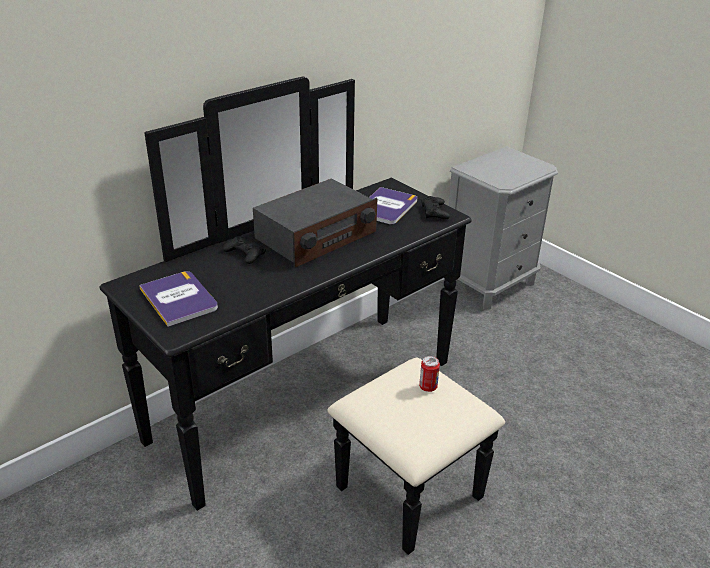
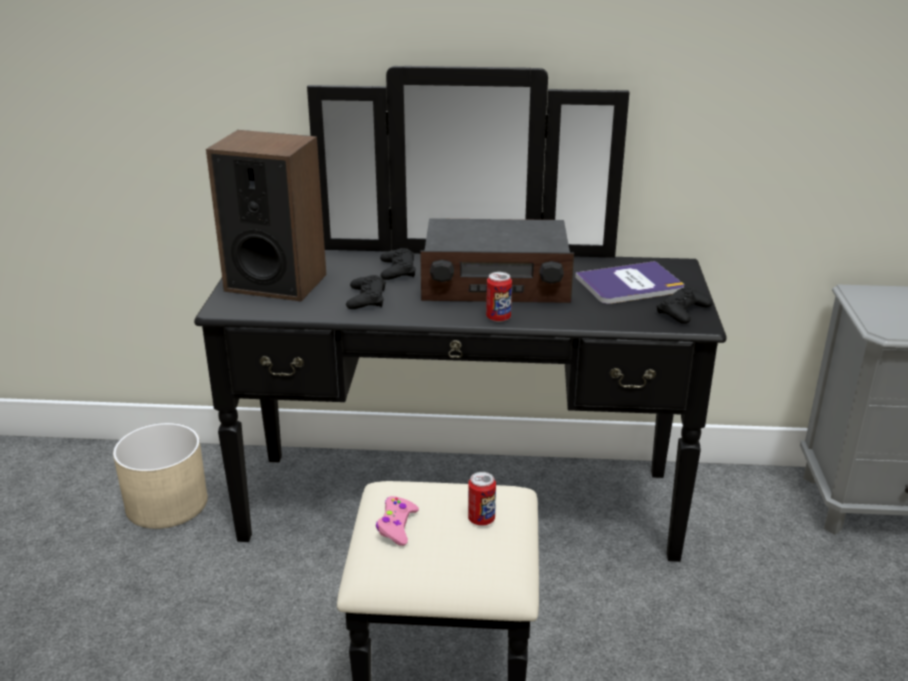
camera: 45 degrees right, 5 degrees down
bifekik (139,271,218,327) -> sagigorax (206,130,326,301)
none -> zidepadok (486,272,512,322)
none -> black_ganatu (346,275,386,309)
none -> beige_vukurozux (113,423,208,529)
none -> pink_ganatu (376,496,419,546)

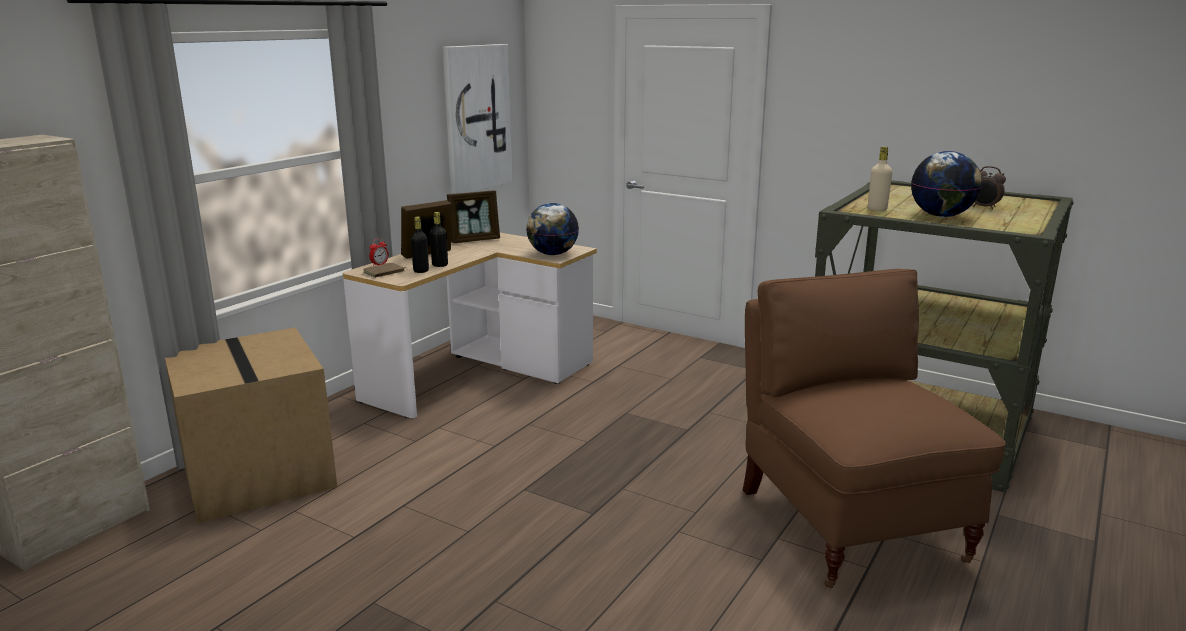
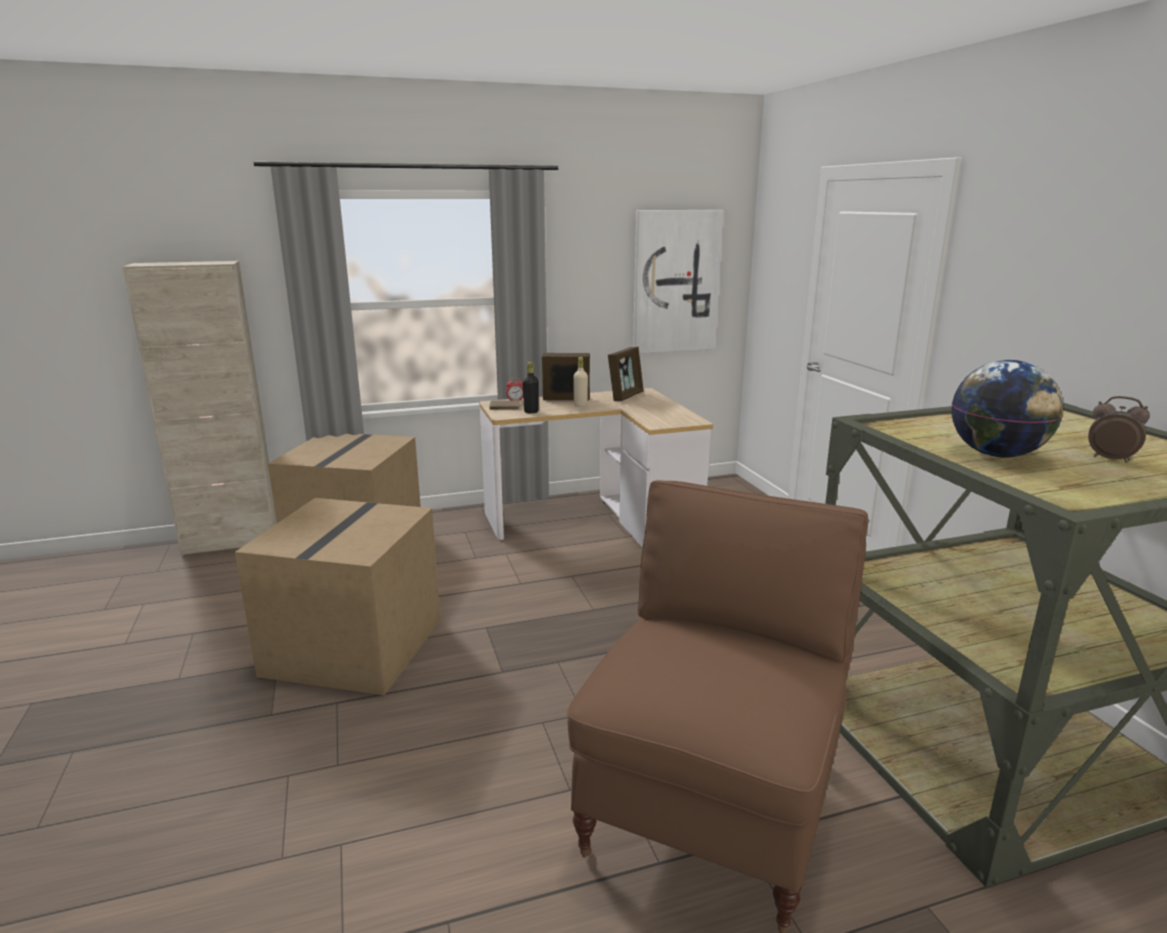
camera: 40 degrees right, 0 degrees up
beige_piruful (868,146,892,211) -> beige_piruful (573,357,588,407), relocated
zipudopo (974,166,1006,210) -> zipudopo (1088,396,1150,463), 135 degrees clockwise
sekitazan (447,190,500,243) -> sekitazan (608,347,644,401), 75 degrees counterclockwise
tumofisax (527,203,579,255) -> none
black_piruful (429,212,448,267) -> none
none -> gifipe (235,498,440,695)

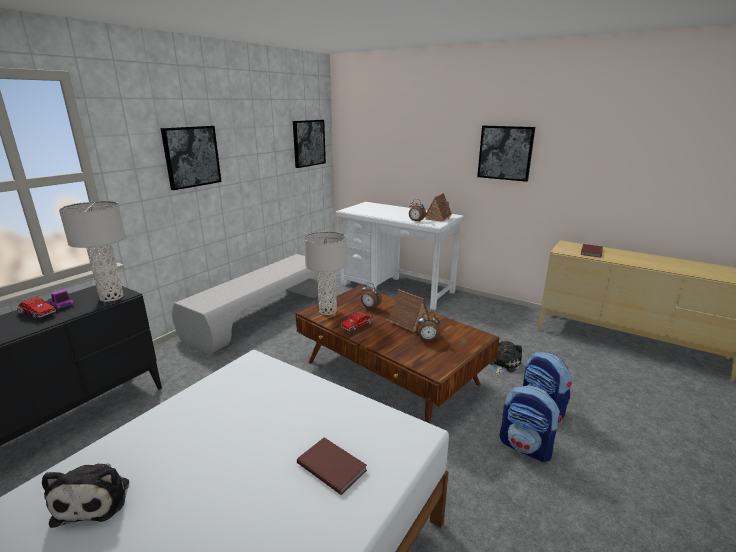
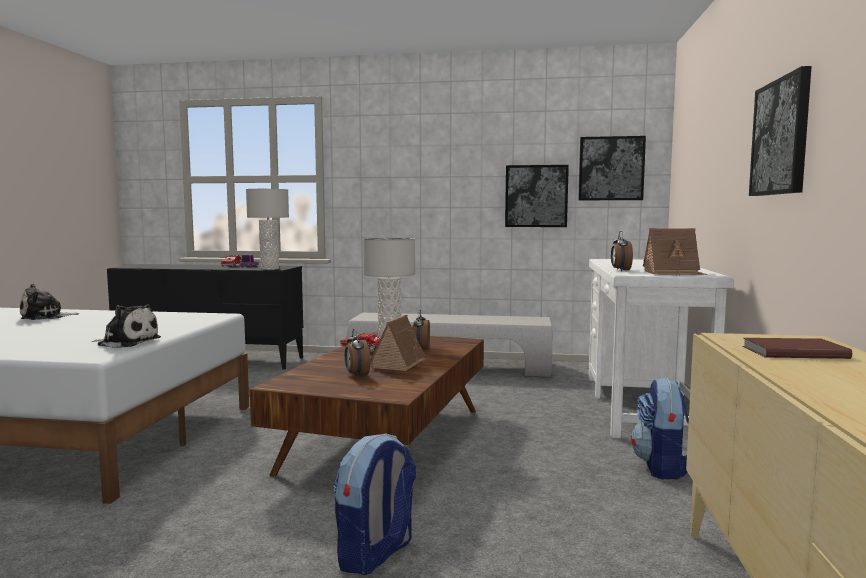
camera: 65 degrees right, 15 degrees down
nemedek (160,126,222,190) -> nemedek (505,165,569,227), relocated
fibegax (490,341,522,375) -> fibegax (92,305,161,348), relocated
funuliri (500,385,562,462) -> funuliri (631,377,689,479), relocated
brown_bifekik (297,437,367,495) -> none

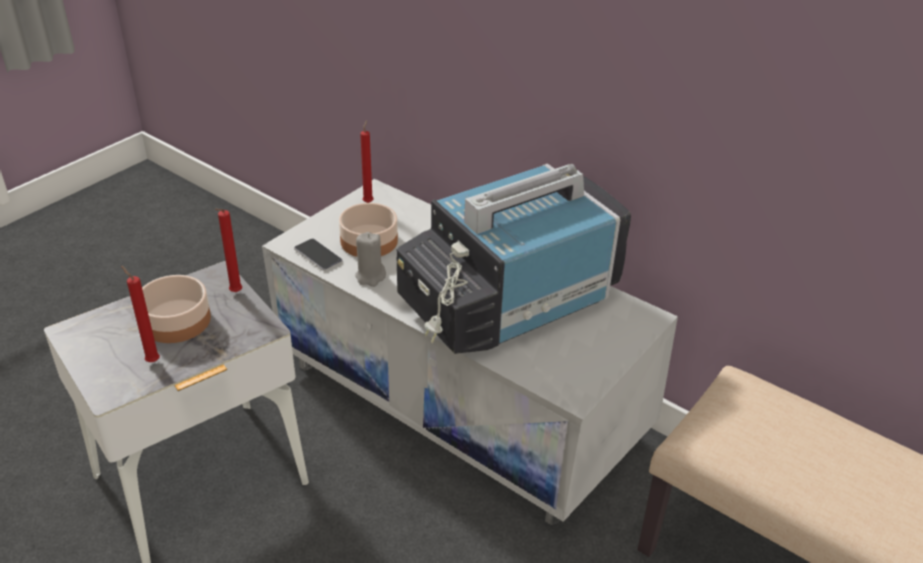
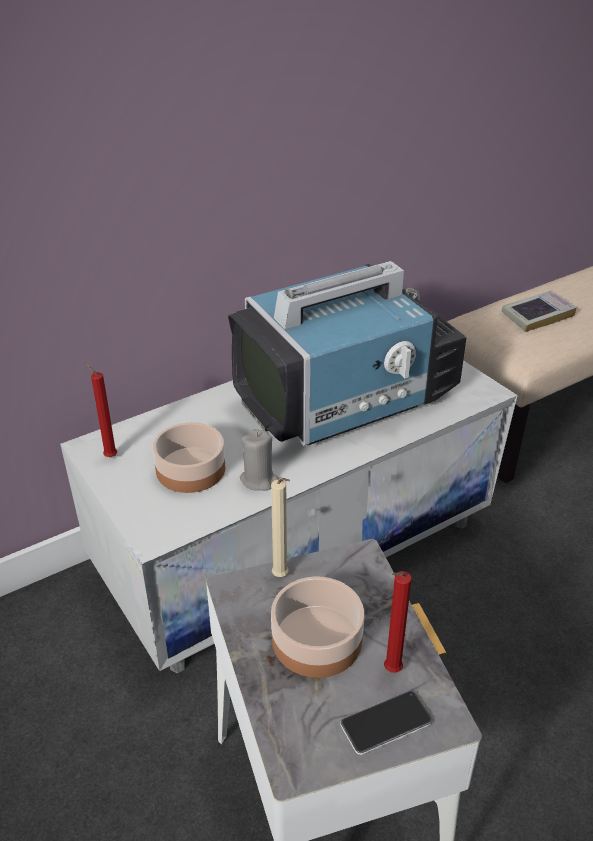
camera: 70 degrees left, 0 degrees up
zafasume (396,164,631,354) -> zafasume (228,261,466,446), 105 degrees counterclockwise
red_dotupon (214,209,242,292) -> beige_dotupon (271,478,290,577)
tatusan (294,239,343,271) -> tatusan (340,691,433,755), relocated
none -> bifekik (502,291,577,332)

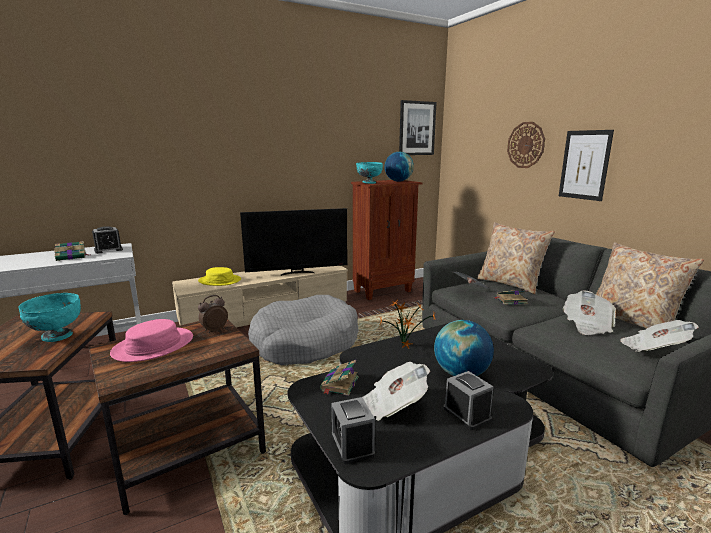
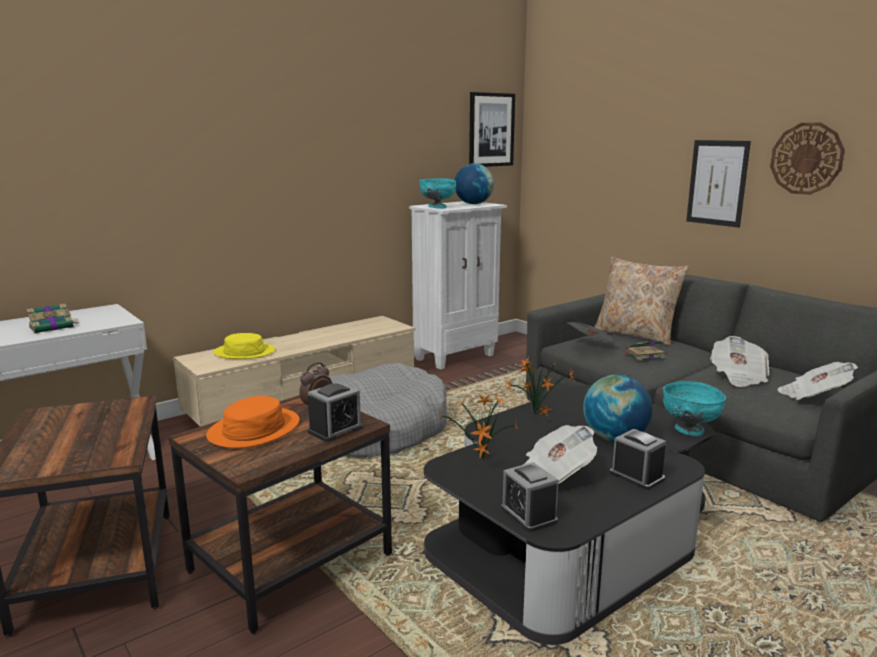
camera: 10 degrees left, 0 degrees up
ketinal (507,122,545,168) -> ketinal (770,123,845,195), relocated
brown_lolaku (351,180,423,300) -> white_lolaku (409,201,507,370)
zafasume (240,208,347,276) -> none
zipudopo (92,226,123,254) -> zipudopo (308,382,363,442), relocated
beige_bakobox (596,242,704,329) -> none
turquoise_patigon (19,293,81,342) -> turquoise_patigon (663,381,726,436), relocated
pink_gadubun (110,319,193,362) -> orange_gadubun (206,396,300,448)
bifekik (320,360,359,396) -> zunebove (439,394,518,459)

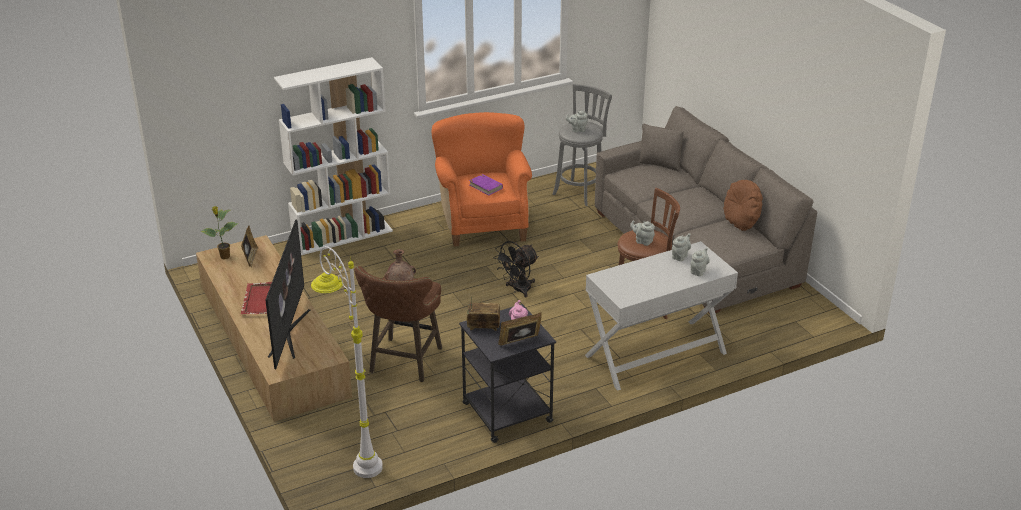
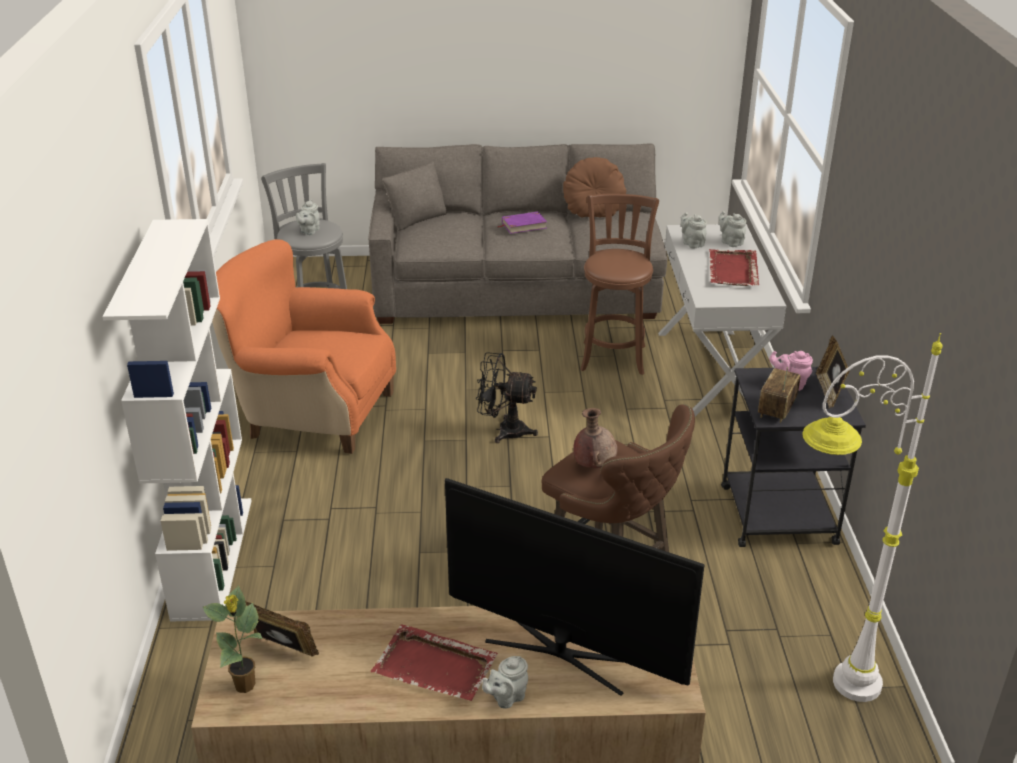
camera: 65 degrees left, 0 degrees up
purple_bifekik (469,174,503,195) -> purple_bifekik (497,212,547,234), relocated
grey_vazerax (630,220,655,246) -> grey_vazerax (482,656,528,709), relocated
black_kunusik (494,241,539,297) -> black_kunusik (476,352,538,443), 120 degrees clockwise
none -> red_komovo (709,249,759,286)

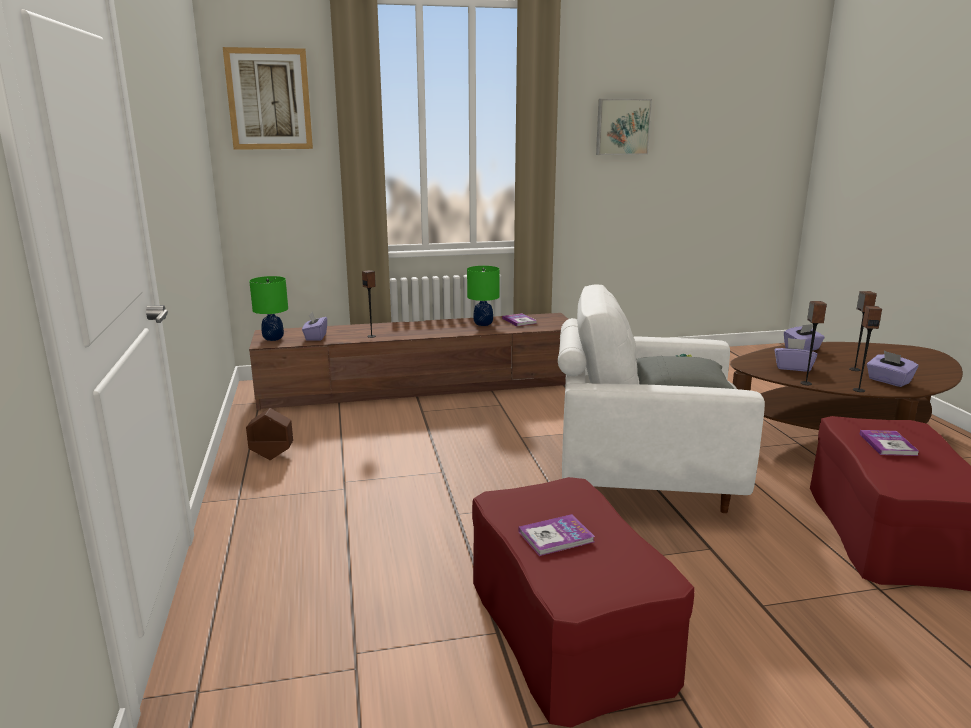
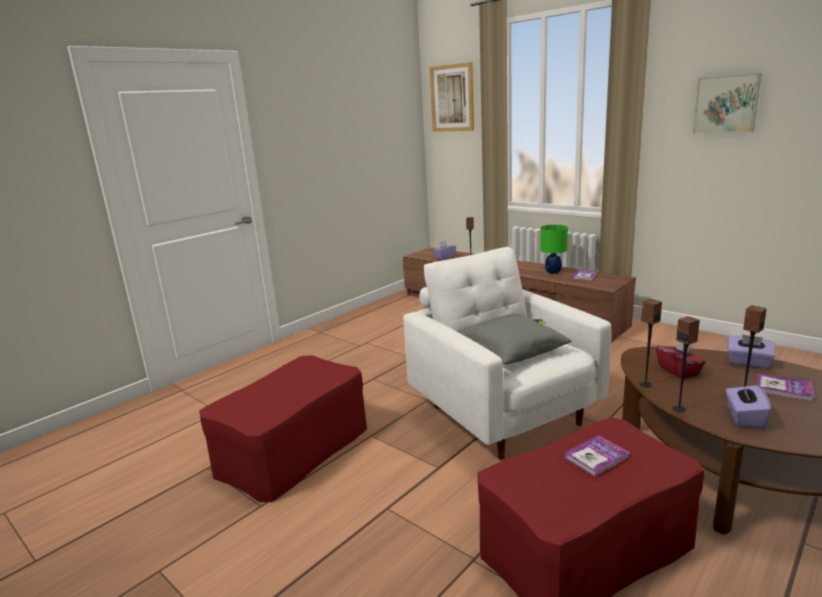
camera: 55 degrees right, 0 degrees up
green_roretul (249,276,288,341) -> none
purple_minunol (774,338,817,372) -> red_minunol (656,341,706,379)
brown_vukurozux (246,408,293,460) -> none
bifekik (518,514,595,556) -> bifekik (757,373,814,402), relocated

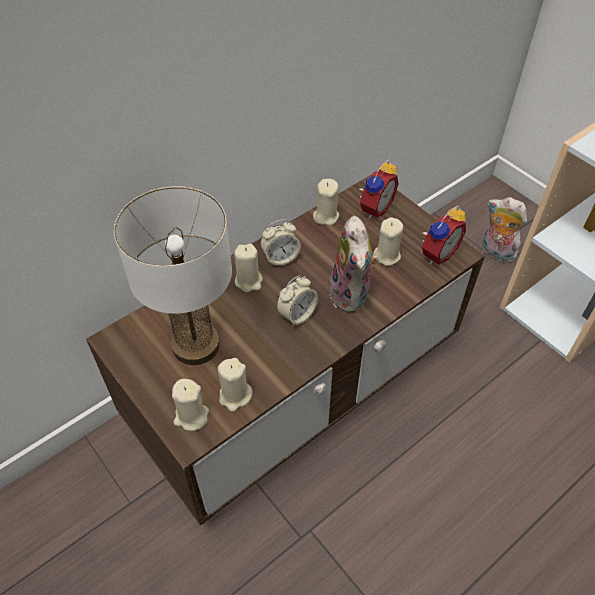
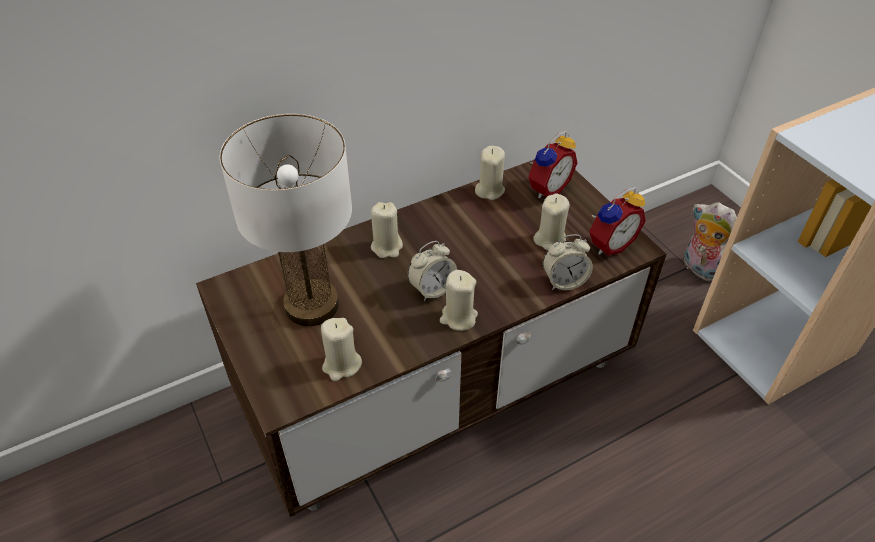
camera: 10 degrees right, 5 degrees down
fibegax (328,216,379,312) -> none
zipudopo (260,219,301,266) -> zipudopo (543,234,593,290), relocated
beige_dotupon (172,379,209,431) -> beige_dotupon (440,270,478,331), relocated

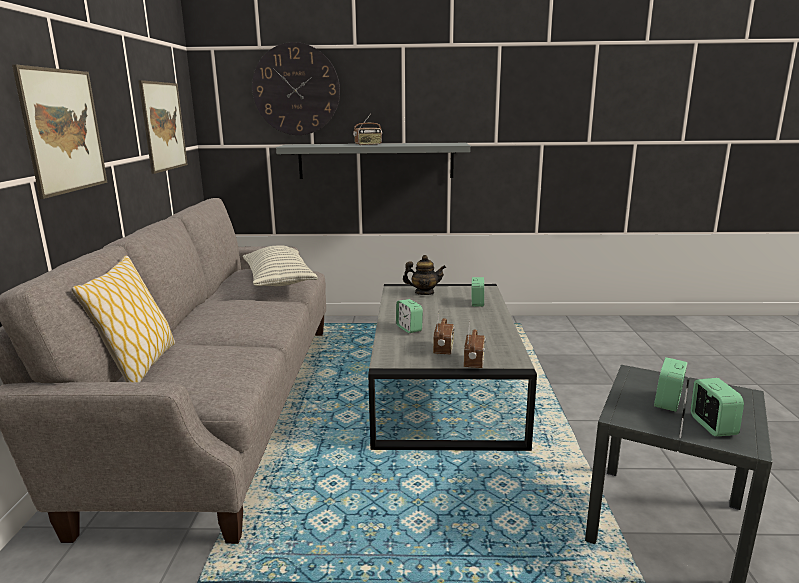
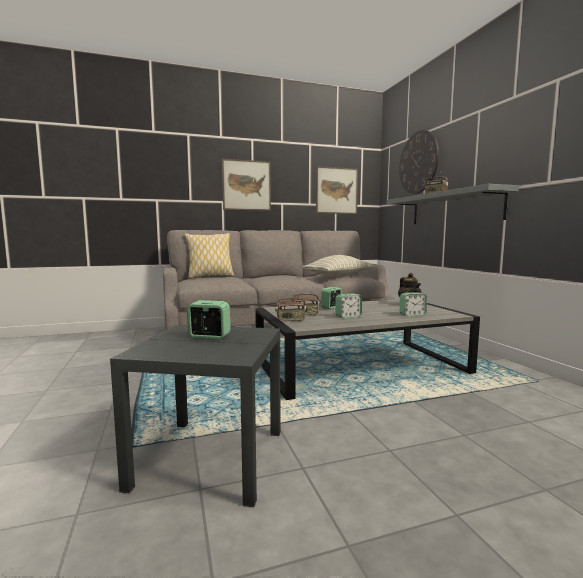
camera: 70 degrees right, 10 degrees down
zipudopo (691,378,744,437) -> zipudopo (335,294,362,318), relocated

